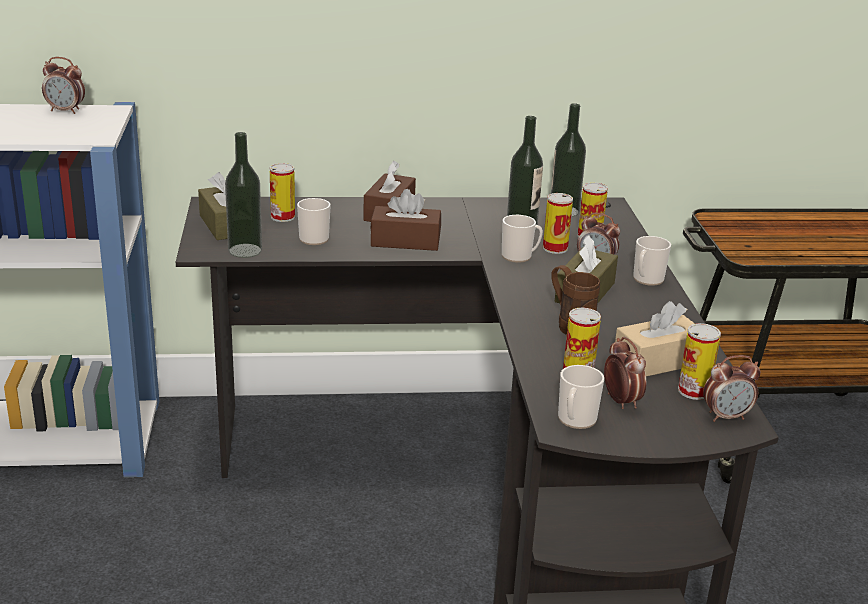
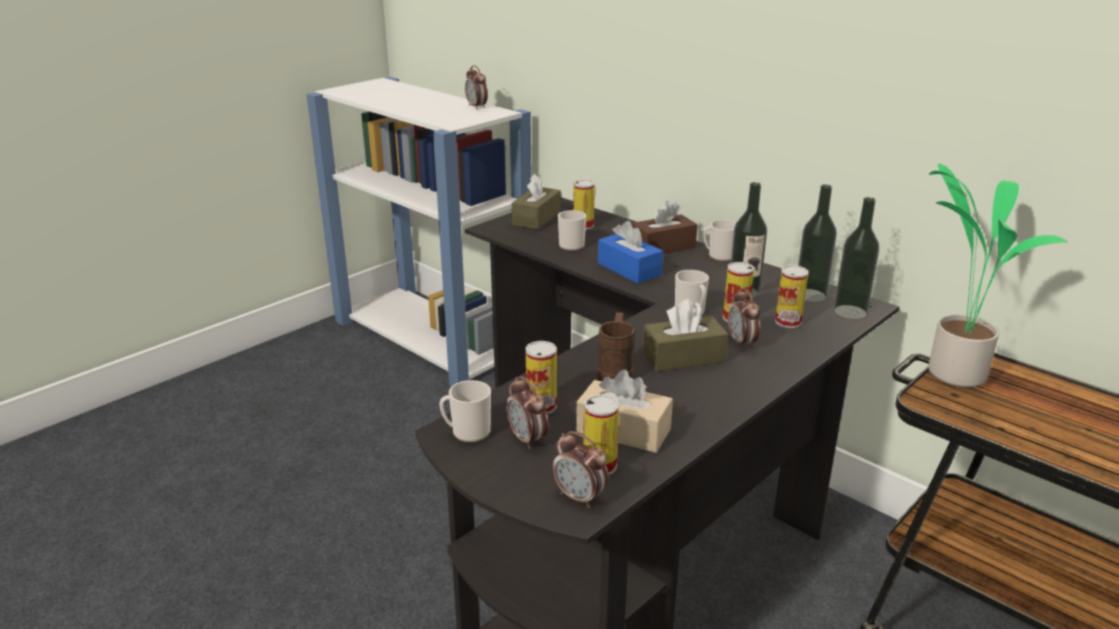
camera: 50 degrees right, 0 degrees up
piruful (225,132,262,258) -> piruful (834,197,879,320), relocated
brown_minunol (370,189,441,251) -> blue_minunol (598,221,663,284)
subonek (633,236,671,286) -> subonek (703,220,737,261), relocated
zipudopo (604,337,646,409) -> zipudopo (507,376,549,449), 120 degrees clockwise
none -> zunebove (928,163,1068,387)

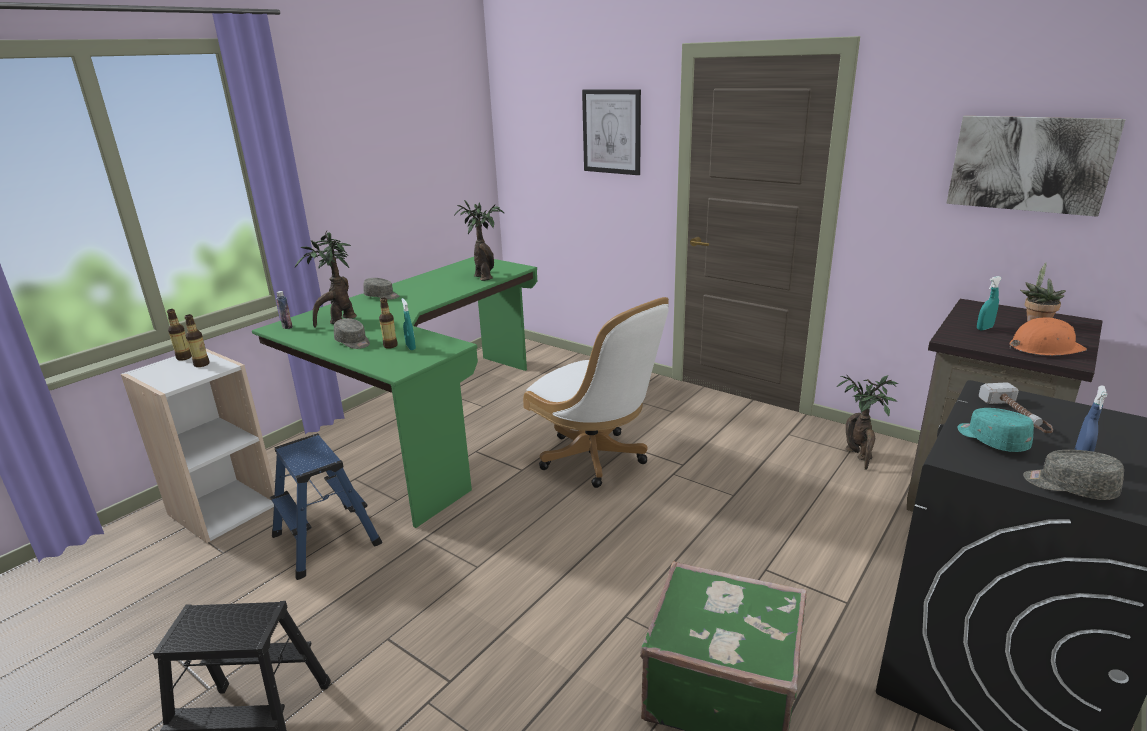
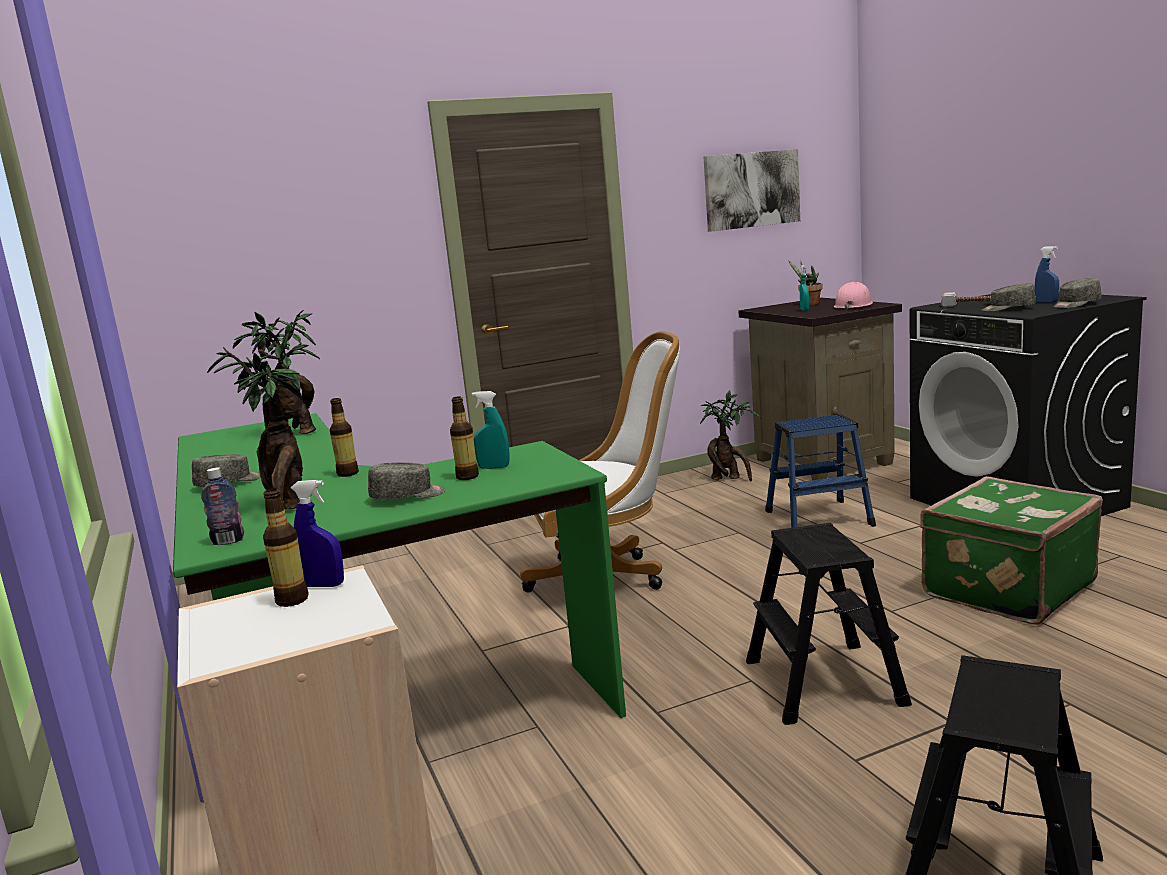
camera: 60 degrees left, 10 degrees down
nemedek (582,89,641,175) -> none
piruful (167,309,192,361) -> piruful (330,398,359,477), relocated
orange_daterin (1010,317,1087,356) -> pink_daterin (834,282,873,310)
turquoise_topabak (958,408,1034,452) -> grey_topabak (981,283,1036,312)
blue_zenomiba (270,433,383,580) -> blue_zenomiba (765,414,876,528), relocated
none -> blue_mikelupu (291,480,344,587)
none -> black_zenomiba (746,523,912,725)

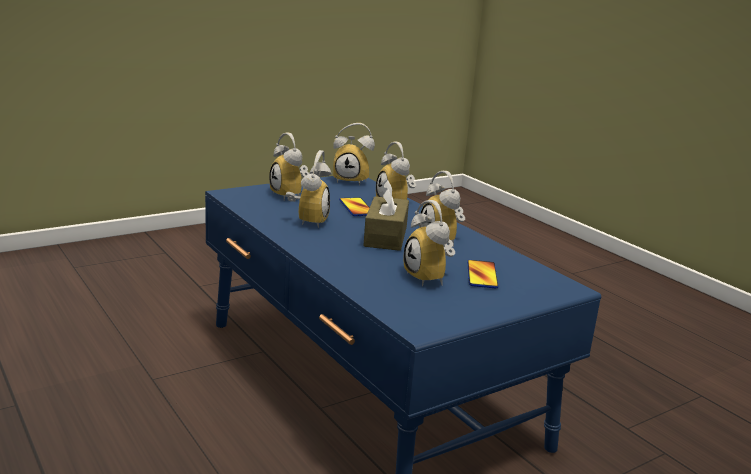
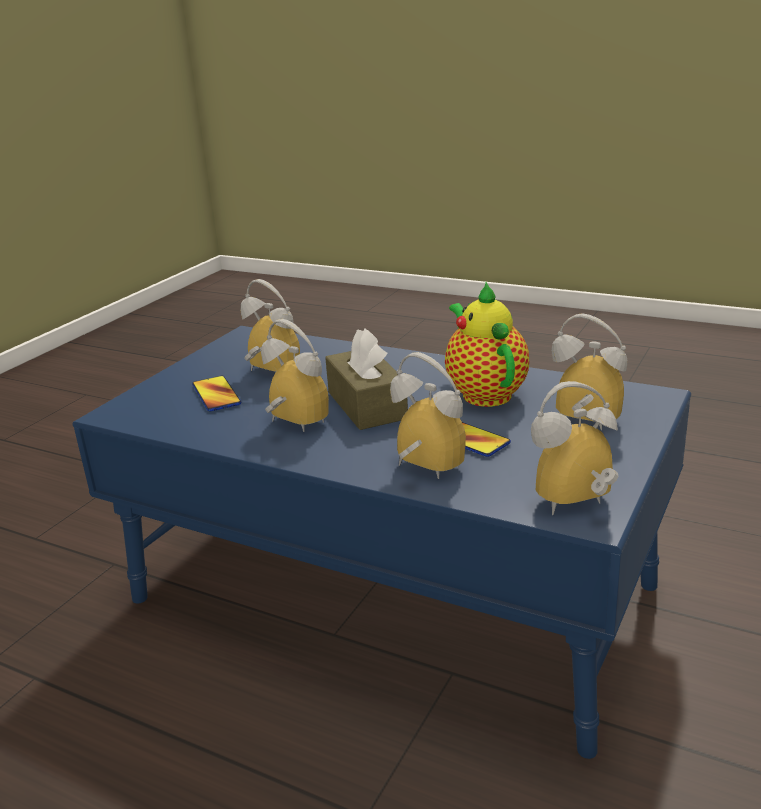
camera: 155 degrees right, 5 degrees up
zipudopo (286,150,332,228) -> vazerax (445,282,529,407)

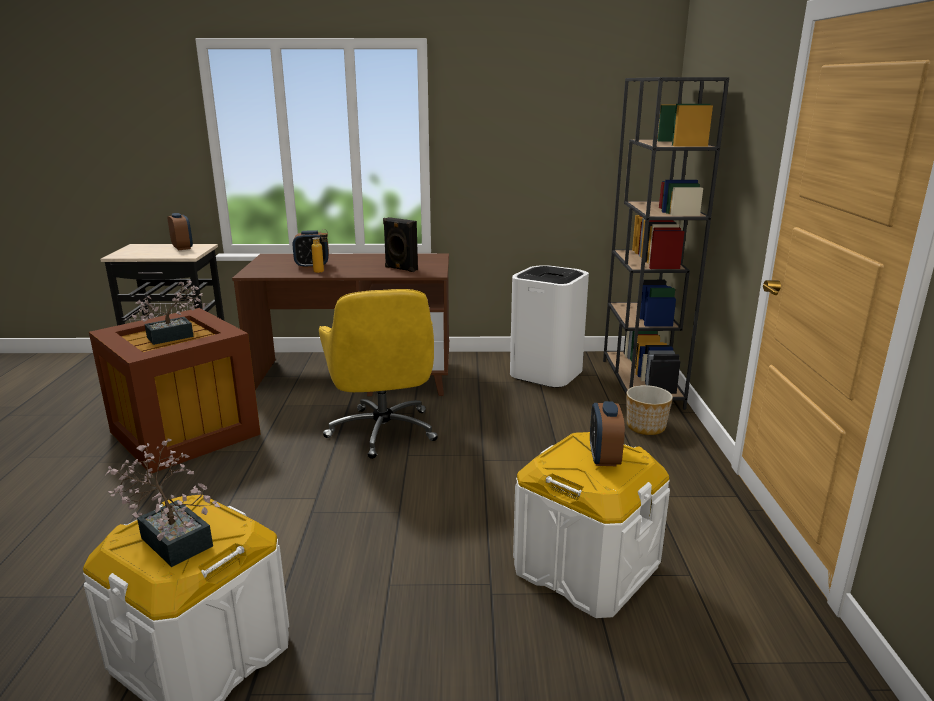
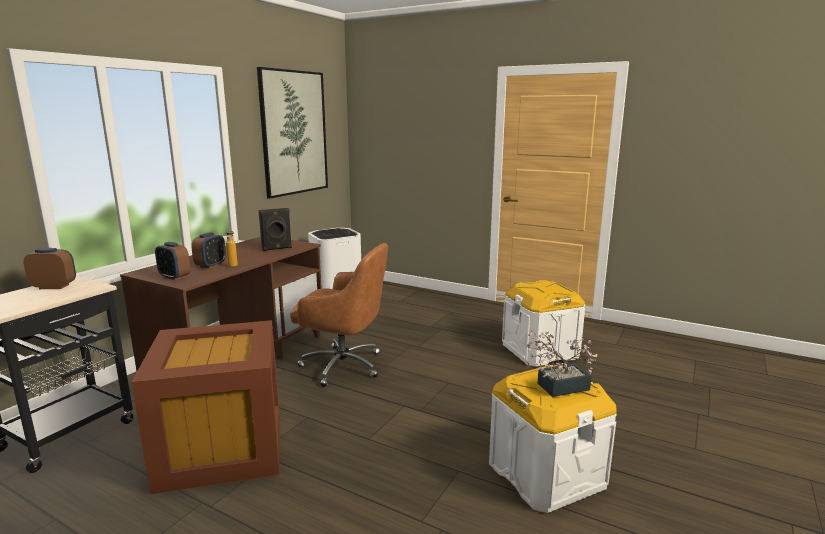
camera: 60 degrees left, 5 degrees down
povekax (603,77,729,410) -> none
zunebove (132,280,205,345) -> none
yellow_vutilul (319,289,438,459) -> brown_vutilul (290,243,388,387)
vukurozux (627,385,673,435) -> none
zipudopo (590,401,625,466) -> zipudopo (155,242,190,280), relocated
none -> nemedek (257,67,328,199)

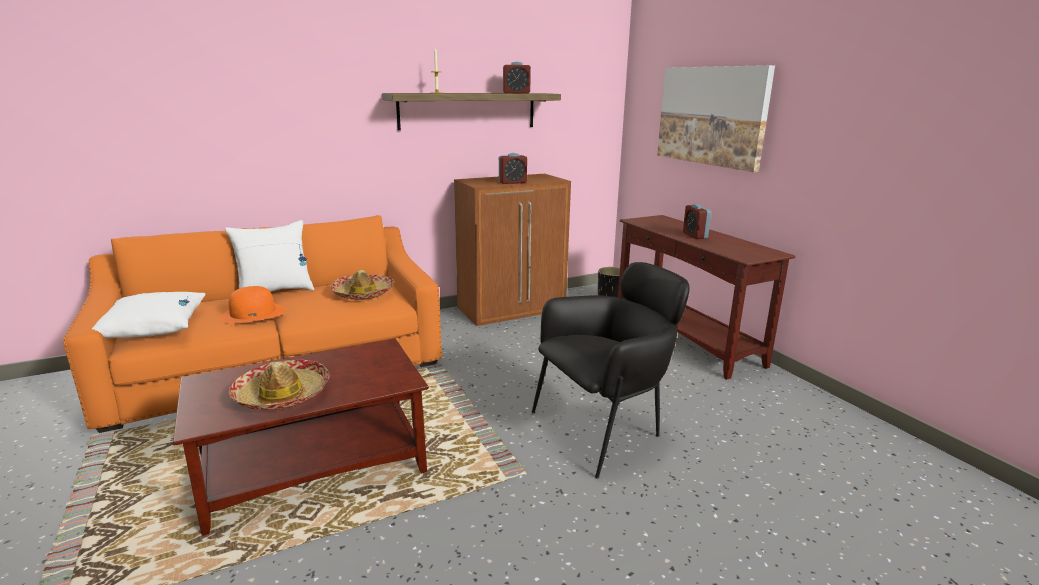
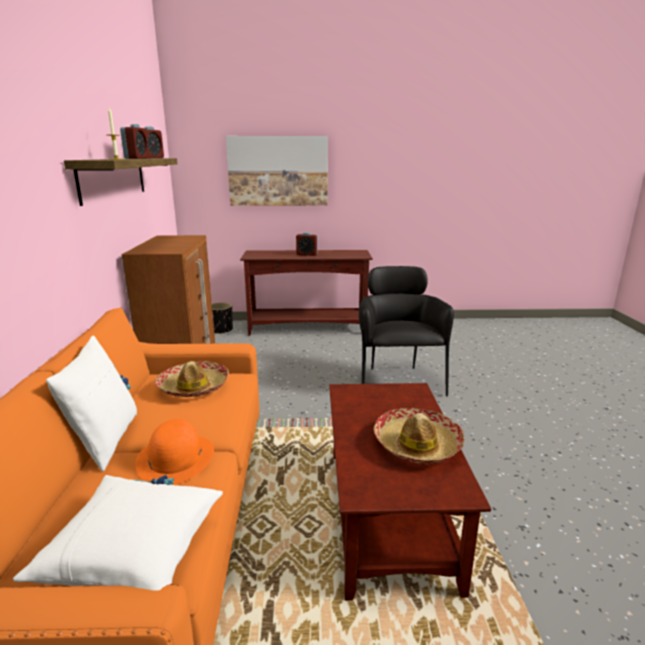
camera: 65 degrees left, 0 degrees up
zipudopo (499,153,527,184) -> zipudopo (120,124,149,159), relocated

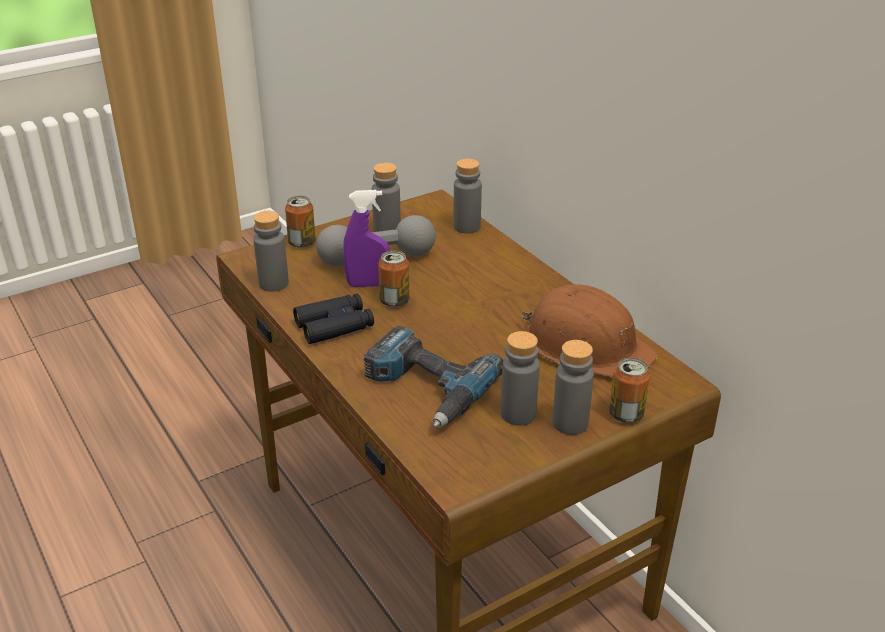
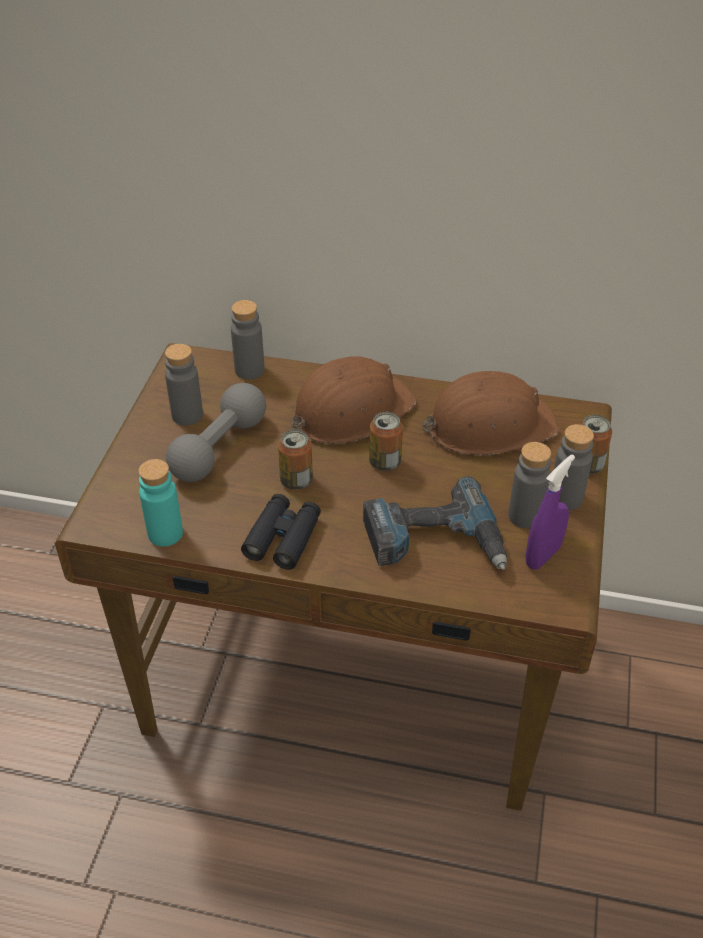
camera: 45 degrees left, 10 degrees up
purple_mikelupu (343,190,390,287) -> purple_mikelupu (525,455,575,569), relocated
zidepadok (285,196,315,248) -> zidepadok (369,412,403,471), relocated
grey_piruful (253,211,289,292) -> turquoise_piruful (138,459,183,547)
none -> brown_daterin (291,356,416,444)

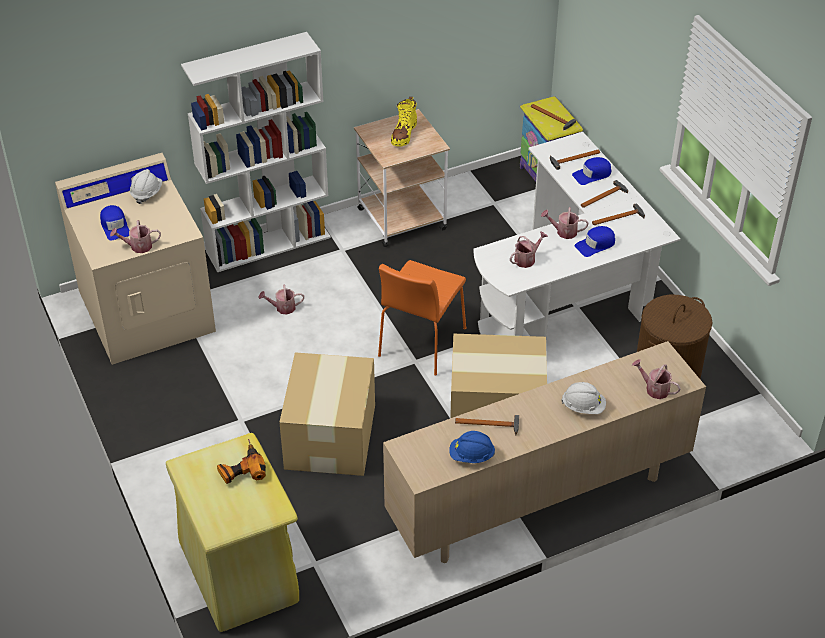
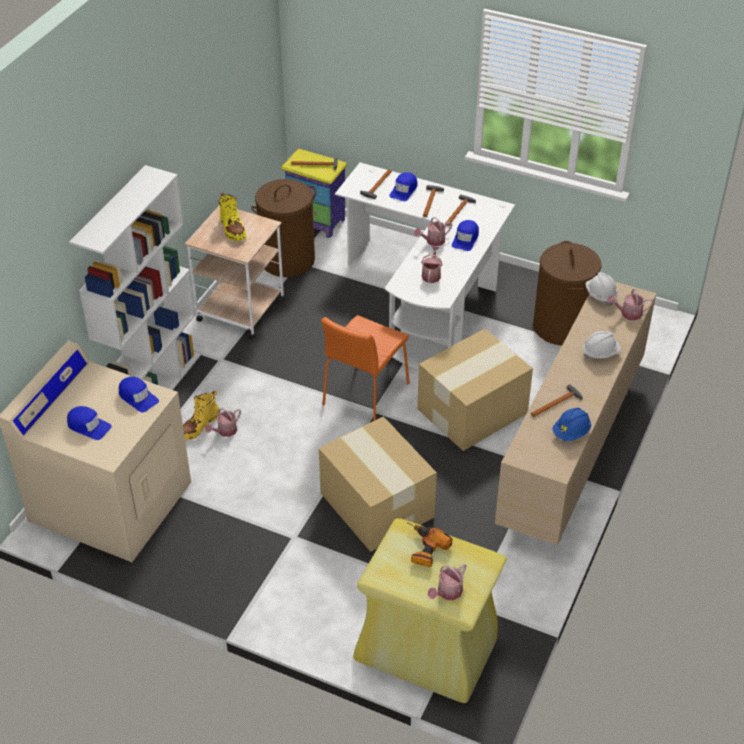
camera: 40 degrees left, 0 degrees up
white_daterin (130,169,162,204) -> white_daterin (585,272,618,306), relocated
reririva (110,220,161,253) -> reririva (428,564,467,600), relocated
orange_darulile (378,260,467,376) -> orange_darulile (321,315,410,421), 45 degrees clockwise
none -> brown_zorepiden (251,179,317,277)
none -> blue_topabak (119,377,159,412)
none -> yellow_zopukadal (183,391,219,440)

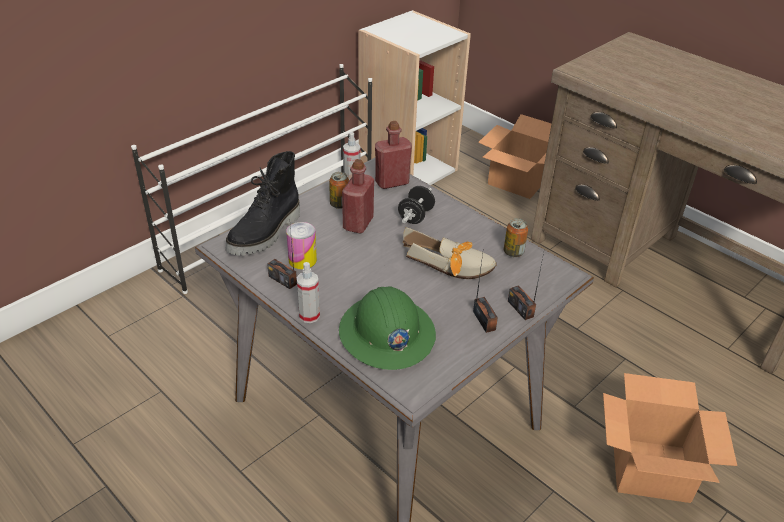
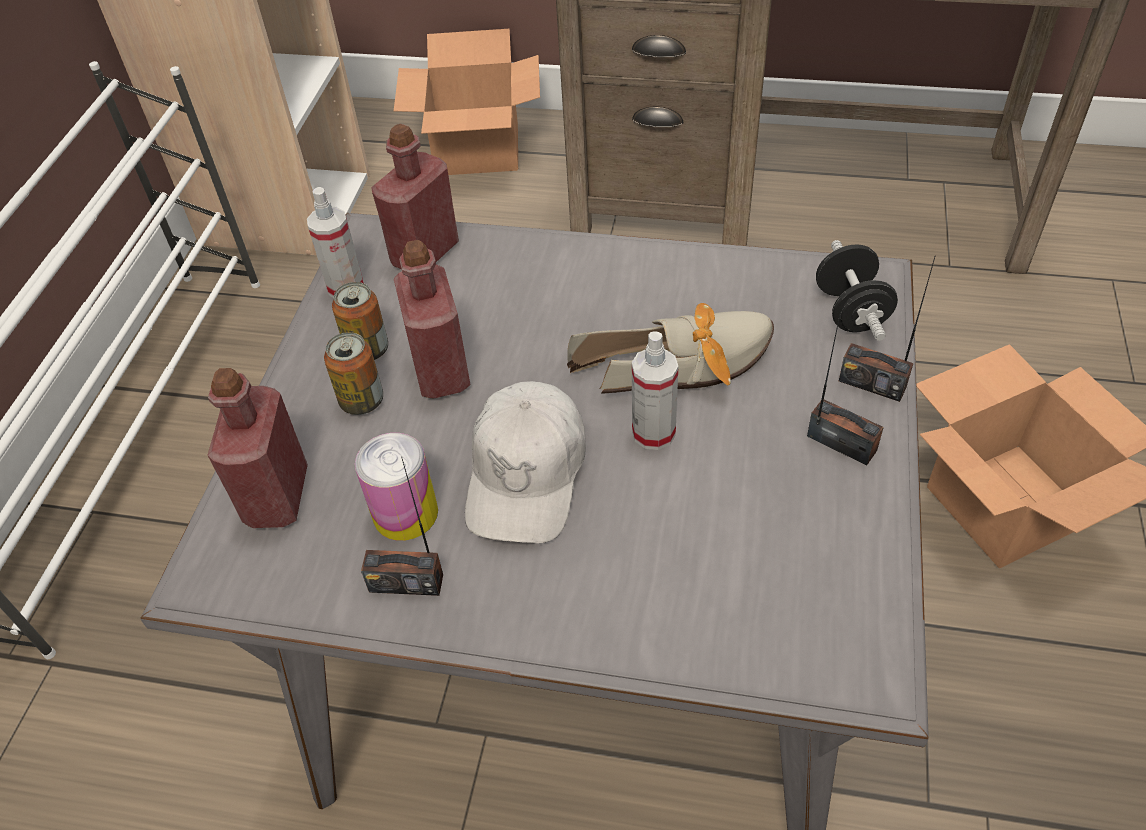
camera: 30 degrees left, 10 degrees up
black_zopukadal (226,151,300,256) -> red_piruful (207,368,308,528)
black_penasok (398,186,435,224) -> black_penasok (816,240,898,341), relocated
zidepadok (504,218,528,257) -> zidepadok (324,332,383,415), relocated
mikelupu (297,262,320,323) -> mikelupu (632,331,679,450), relocated
green_daterin (339,286,436,370) -> none
none -> white_topabak (465,381,586,543)

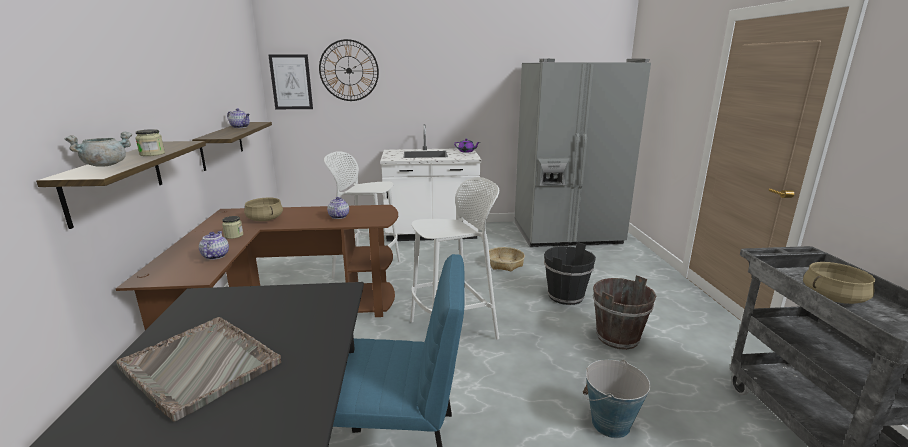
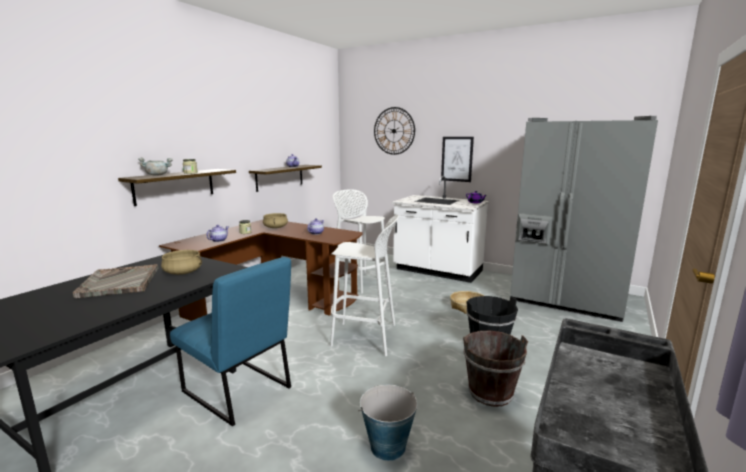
camera: 35 degrees right, 5 degrees down
nemedek (268,54,313,109) -> nemedek (441,137,474,182), relocated
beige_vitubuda (803,262,875,304) -> beige_vitubuda (161,250,202,275), relocated

